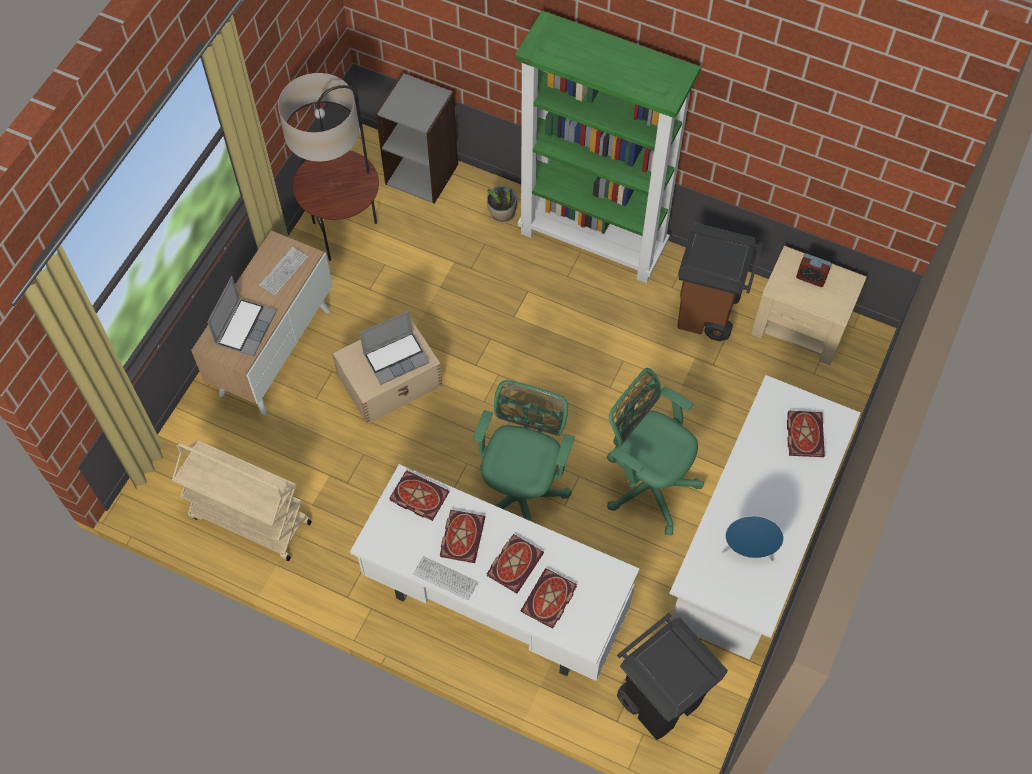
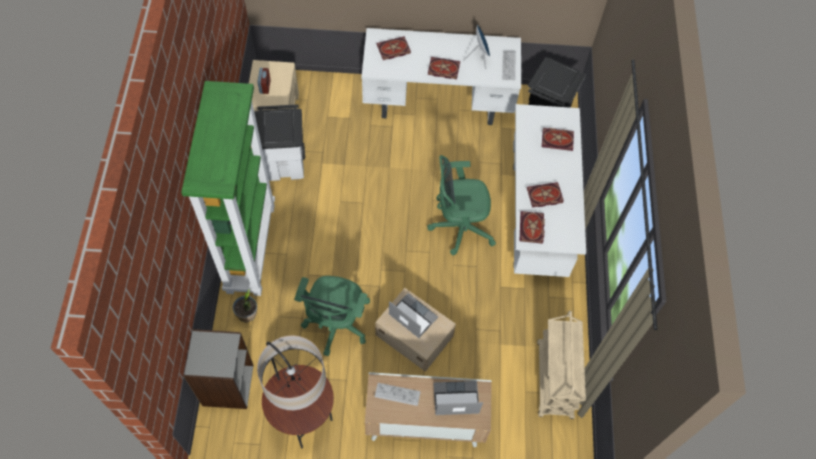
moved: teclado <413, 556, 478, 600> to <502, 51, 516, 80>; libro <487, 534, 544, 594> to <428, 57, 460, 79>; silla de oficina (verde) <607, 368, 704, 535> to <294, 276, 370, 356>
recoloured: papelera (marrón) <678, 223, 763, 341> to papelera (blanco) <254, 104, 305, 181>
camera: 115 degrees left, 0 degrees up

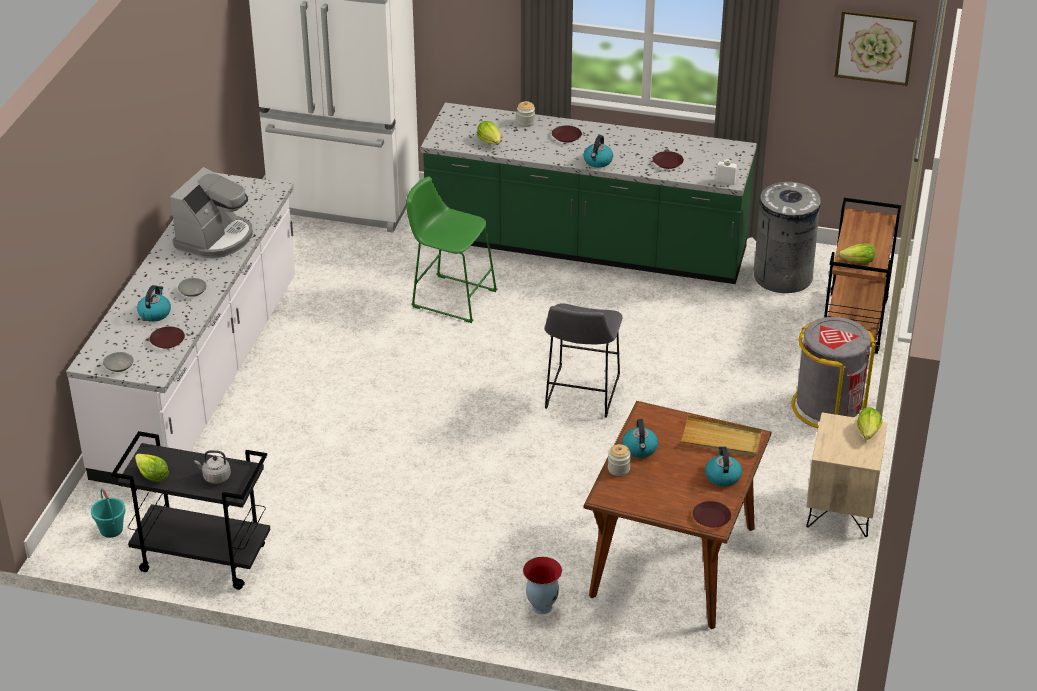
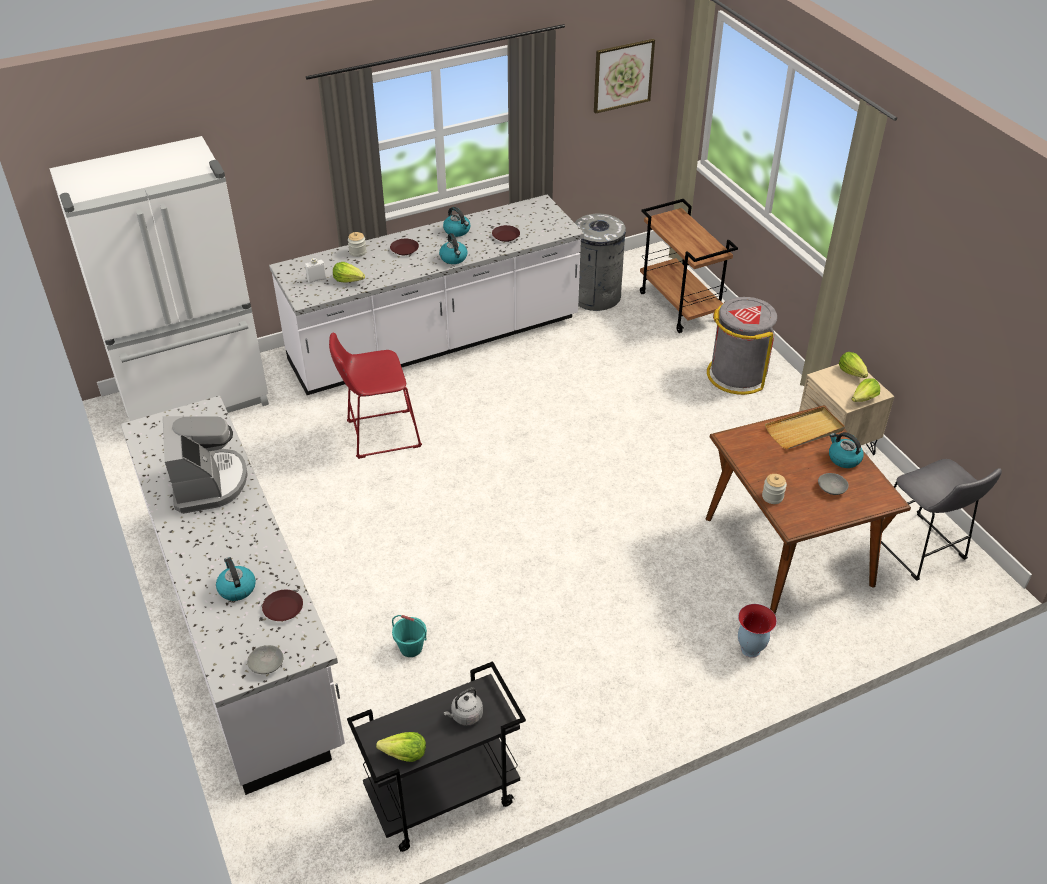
removed: plato (marrón) <693, 501, 731, 527>
moved: cubo (turquesa) <91, 489, 126, 538> to <392, 615, 427, 657>; cuenco (gris) <178, 278, 207, 297> to <818, 473, 849, 495>; taburete (gris) <545, 303, 623, 418> to <881, 459, 1002, 581>; hervidor <622, 419, 658, 458> to <443, 207, 471, 237>; botella (blanco) <716, 159, 737, 185> to <305, 258, 327, 283>; lechuga <838, 243, 875, 264> to <852, 378, 880, 402>
recoloured: taburete (verde) <406, 177, 498, 323> to taburete (rojo) <329, 332, 422, 459>; mueble bajo de cocina (verde) <421, 103, 757, 284> to mueble bajo de cocina (blanco) <269, 195, 584, 395>
camera: 40 degrees left, 5 degrees up

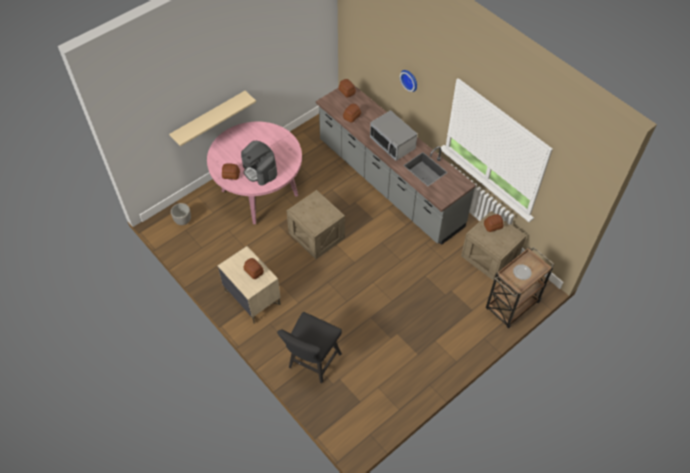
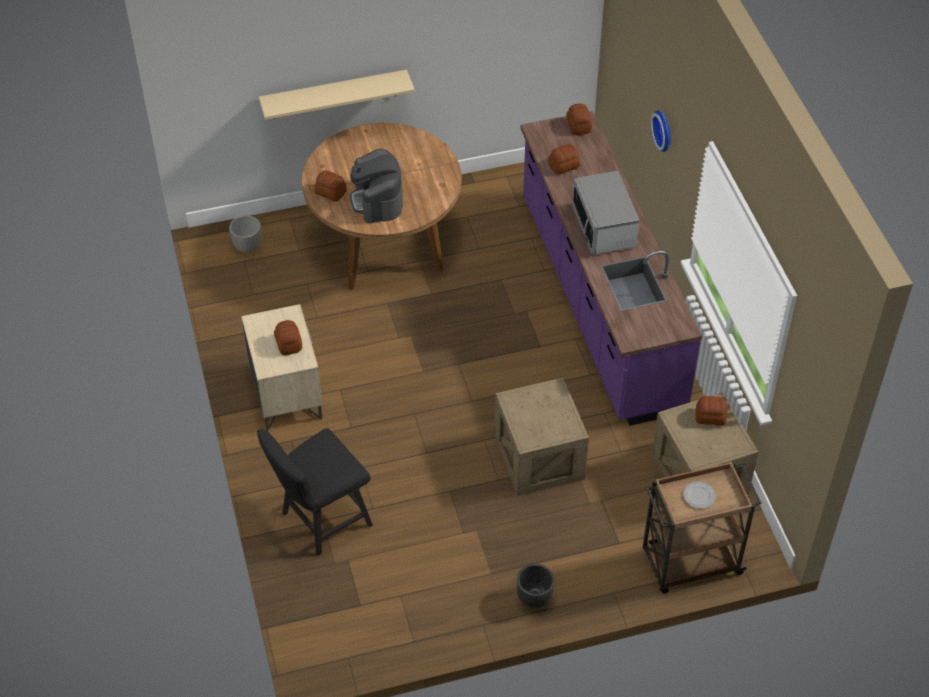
added: maceta (negro) <517, 564, 555, 608>
moved: caja de embalaje <286, 190, 345, 259> to <494, 378, 589, 496>
recoloured: mesa de comedor (rosa) <207, 121, 302, 224> to mesa de comedor (marrón) <302, 123, 462, 290>; mueble bajo de cocina (gris) <316, 85, 476, 245> to mueble bajo de cocina (morado) <521, 111, 702, 426>
camera: 25 degrees right, 5 degrees down

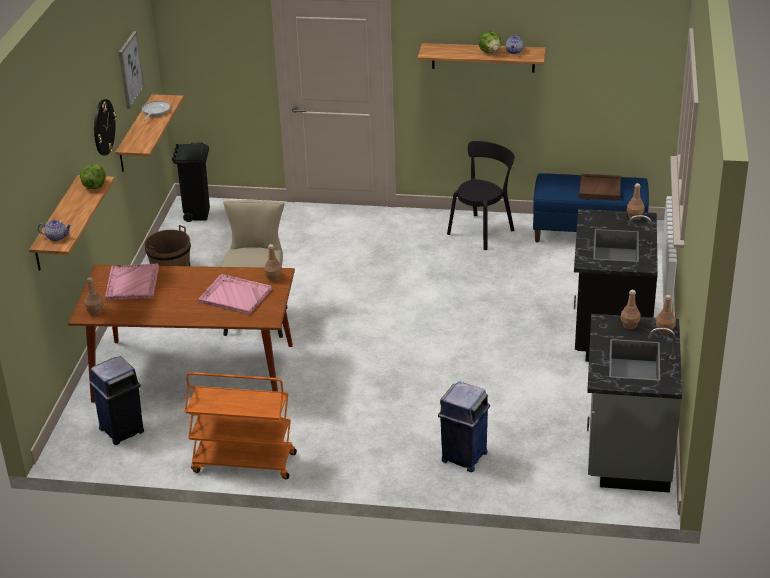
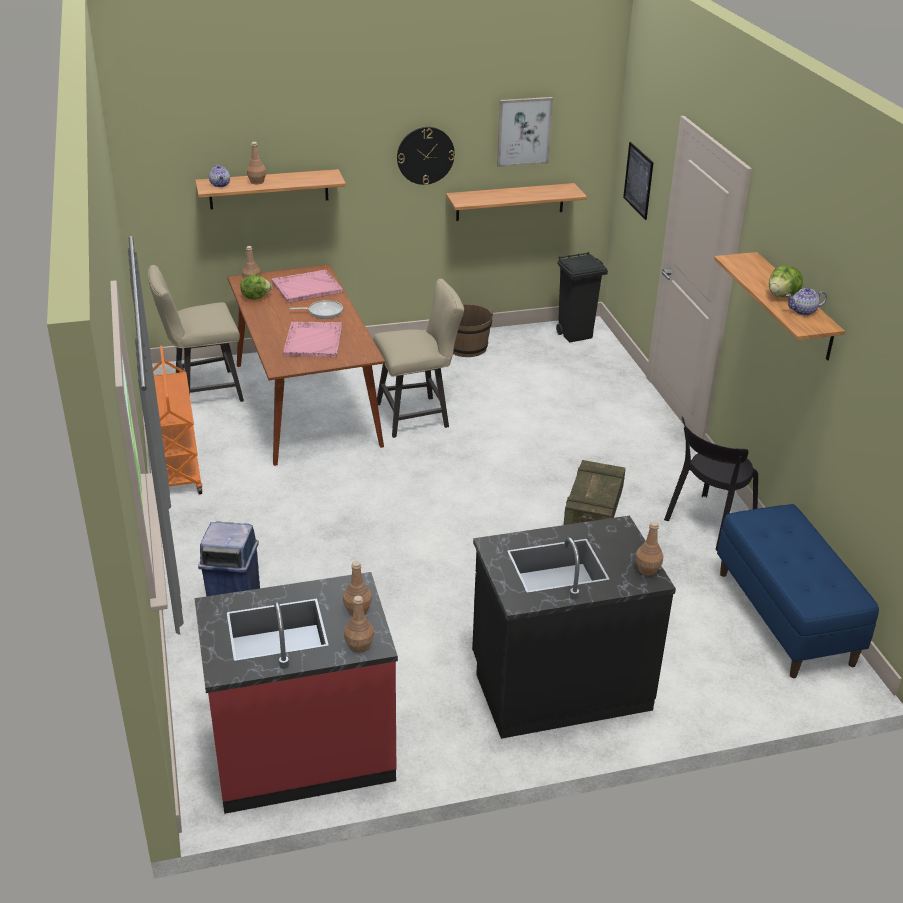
removed: bandeja (marrón) <579, 174, 621, 201>
added: caja de embalaje <564, 460, 625, 525>; cuadro <623, 142, 654, 220>
moved: lechuga <80, 164, 106, 189> to <240, 274, 272, 300>; sartén <142, 101, 171, 120> to <290, 300, 343, 319>; botella (marrón) <264, 244, 282, 281> to <247, 142, 266, 184>
replaced: papelera (azul) <89, 356, 144, 445> to silla (beis) <148, 265, 244, 402>
recoloured: mueble bajo de cocina (gris) <587, 314, 682, 493> to mueble bajo de cocina (rojo) <194, 572, 398, 814>
turned: silla (negro) <447, 141, 515, 250> = <664, 416, 758, 551> 120 degrees clockwise
camera: 65 degrees right, 0 degrees up

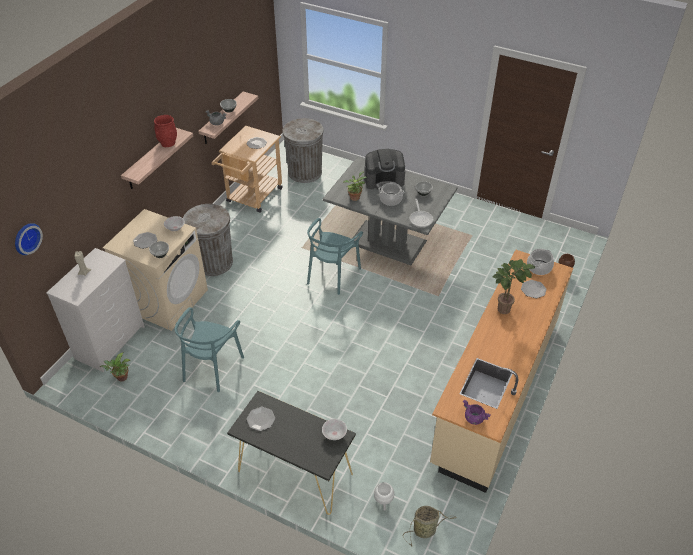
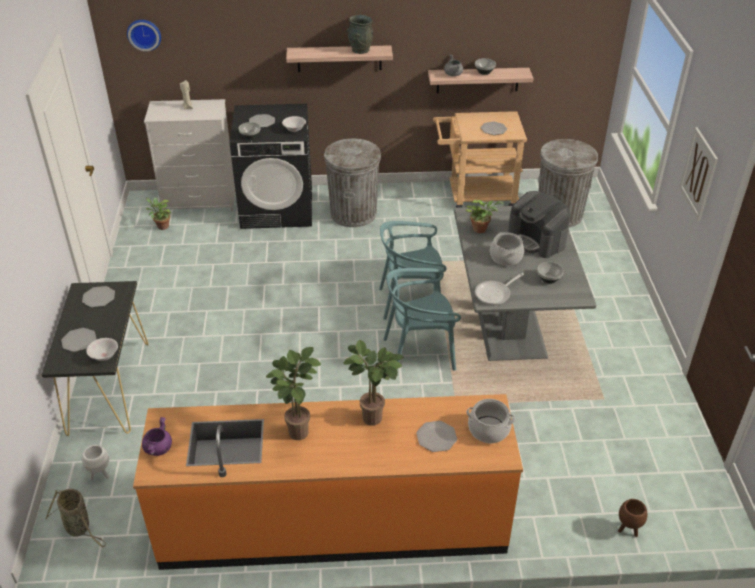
added: plato <61, 328, 97, 352>; planta en maceta <266, 347, 321, 440>; cuadro <679, 127, 718, 221>
moved: silla (turquesa) <175, 307, 244, 392> to <383, 268, 461, 370>
recoloured: lavadora (beis) <103, 209, 208, 331> to lavadora (negro) <229, 104, 312, 229>; florero (rojo) <154, 115, 177, 147> to florero (gris) <347, 15, 373, 54>; mueble bajo de cocina (beis) <430, 250, 573, 493> to mueble bajo de cocina (naranja) <133, 394, 523, 570>
camera: 60 degrees right, 5 degrees down

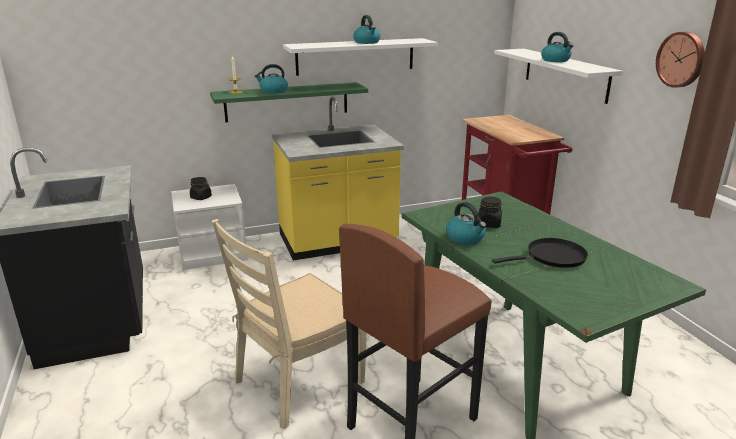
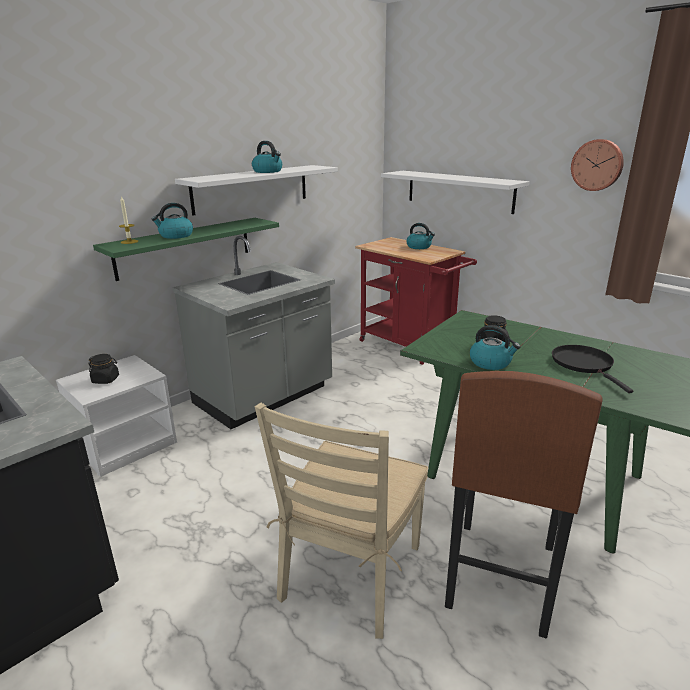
moved: hervidor <541, 32, 574, 62> to <407, 223, 435, 249>
recoloured: mueble bajo de cocina (amarillo) <272, 97, 404, 260> to mueble bajo de cocina (gris) <173, 236, 335, 429>
turned: sartén (negro) <492, 238, 588, 268> = <552, 345, 633, 393> 60 degrees counterclockwise
camera: 25 degrees left, 0 degrees up

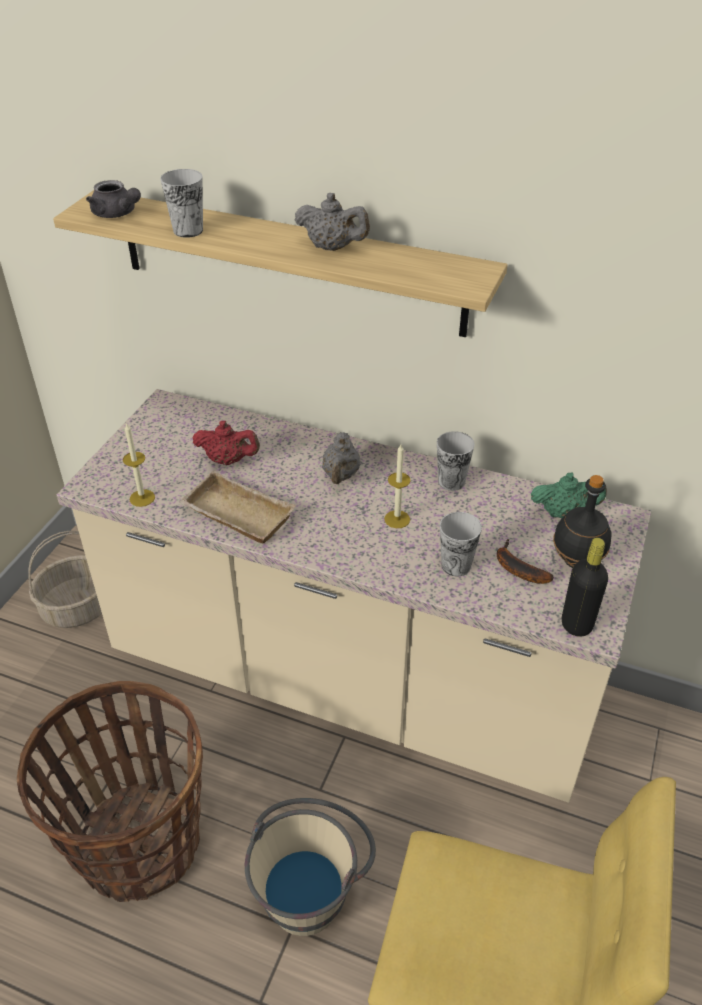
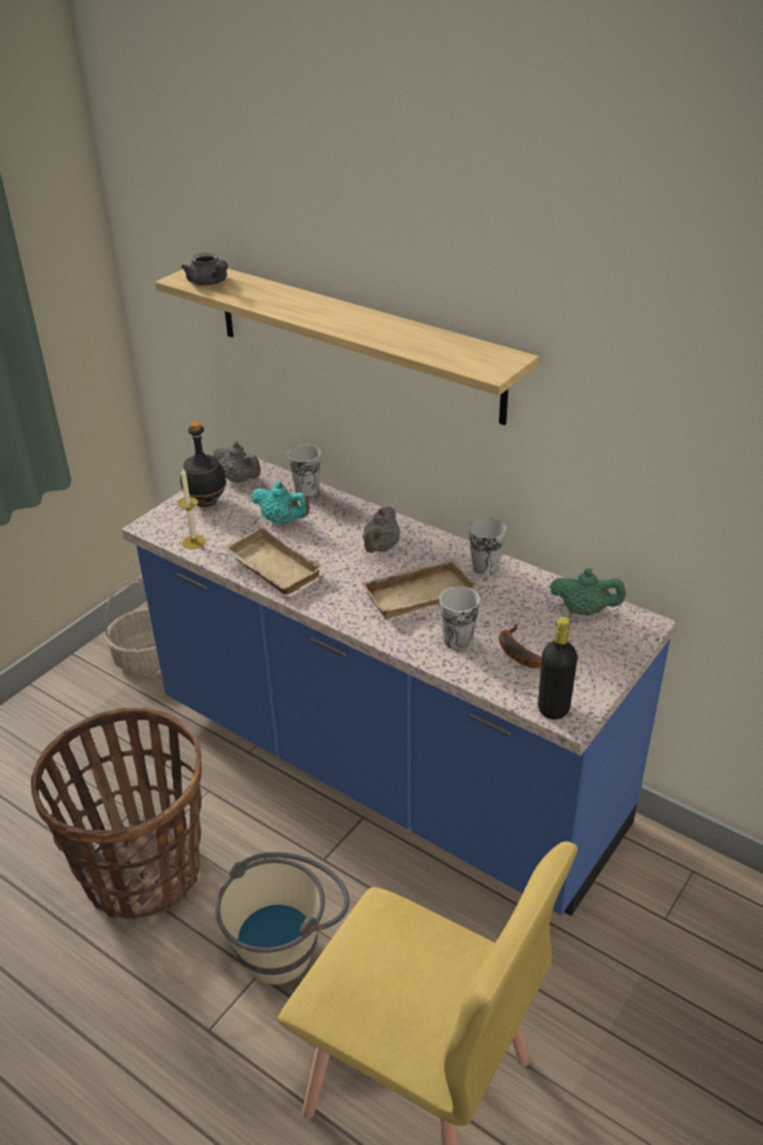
moved: taza <160, 169, 203, 238> to <288, 445, 321, 498>; tetera (gris) <294, 193, 370, 251> to <213, 441, 261, 483>; botella (negro) <553, 475, 612, 568> to <180, 421, 226, 507>
replaced: vela <384, 445, 411, 528> to bandeja (beis) <360, 558, 477, 619>
recoloured: mueble bajo de cocina (beis) <57, 389, 651, 803> to mueble bajo de cocina (azul) <122, 458, 677, 916>; tetera (rojo) <193, 421, 260, 465> to tetera (turquesa) <251, 481, 310, 524>
camera: 15 degrees right, 5 degrees down

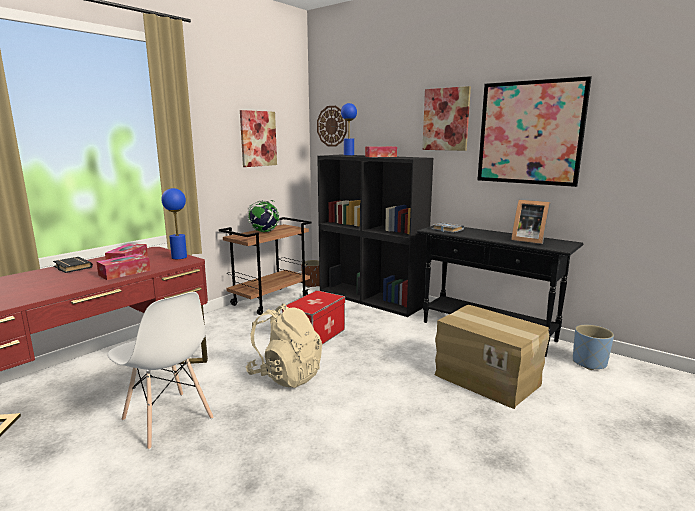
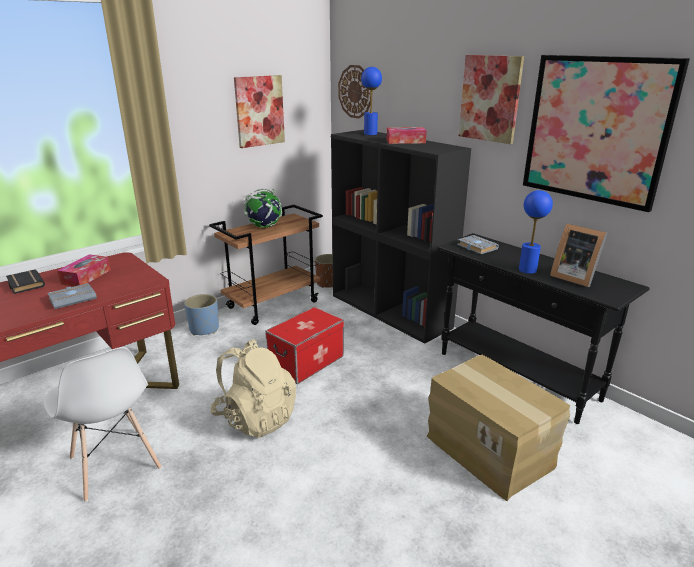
moved: lámpara de mesa (azul) <161, 188, 187, 259> to <519, 190, 553, 274>; maceta (azul) <573, 325, 614, 370> to <184, 294, 219, 336>
replaced: caja de pañuelos <96, 253, 151, 280> to libro (gris) <47, 283, 97, 309>
camera: 10 degrees right, 10 degrees up

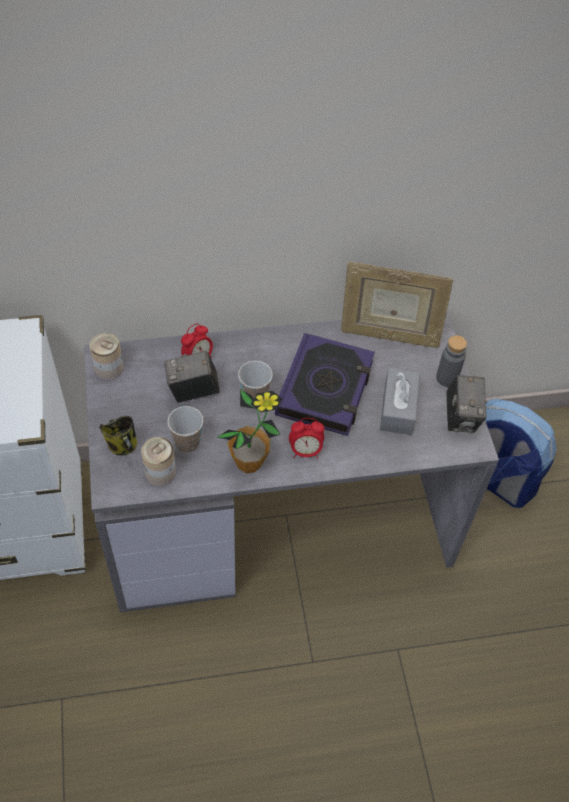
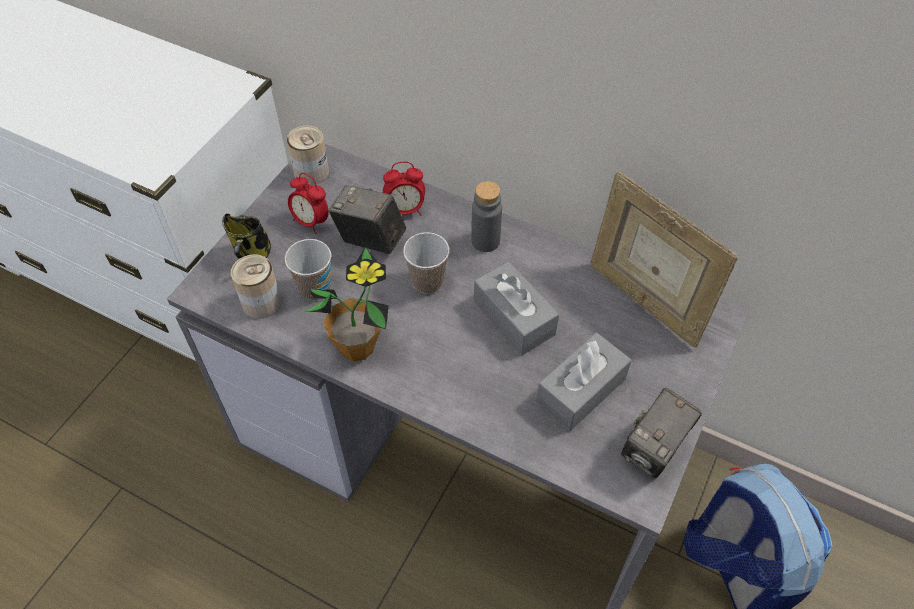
moved: despertador <289, 418, 324, 458> to <288, 173, 329, 234>; botella (gris) <436, 335, 467, 387> to <471, 181, 502, 252>
replaced: libro <275, 333, 375, 436> to caja de pañuelos (gris) <474, 261, 559, 355>
camera: 40 degrees right, 0 degrees up

